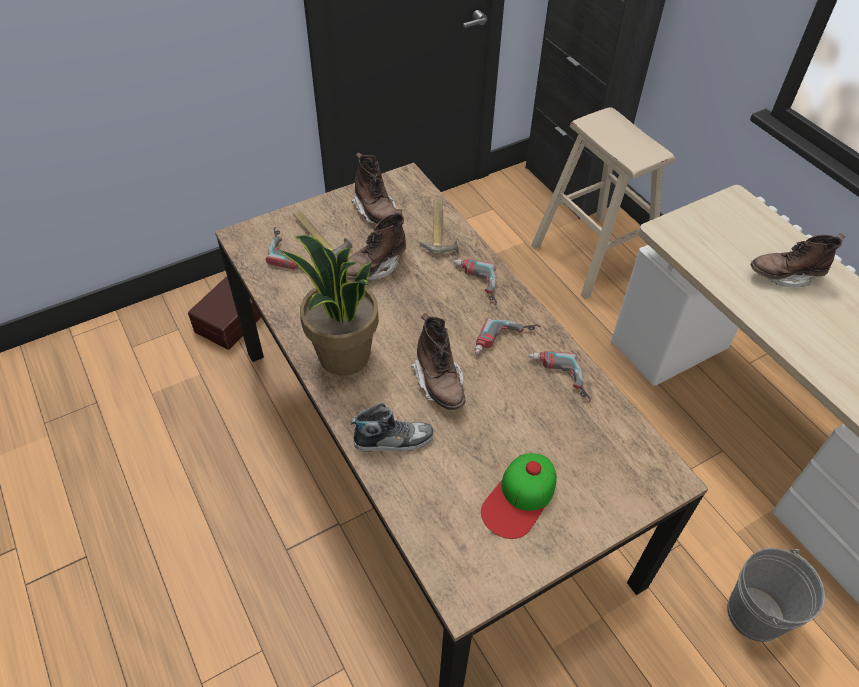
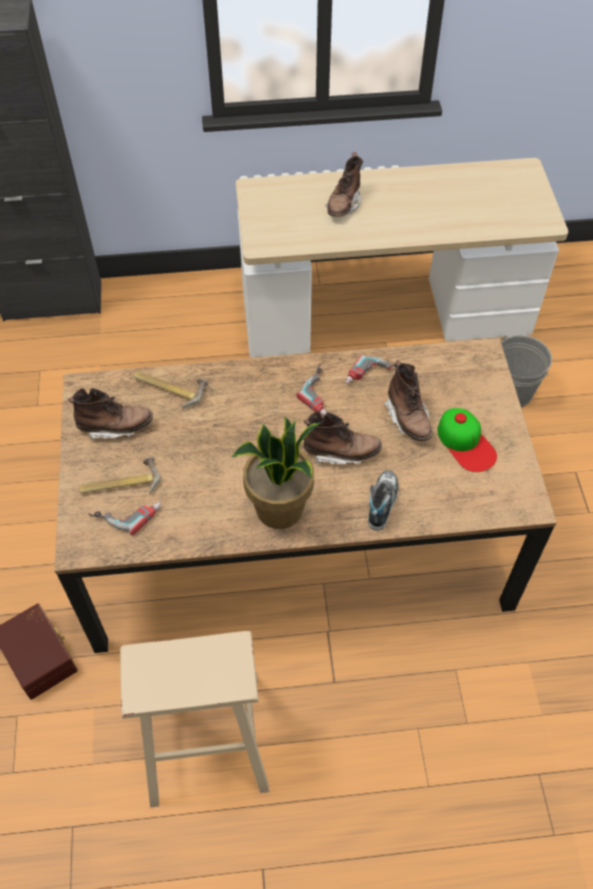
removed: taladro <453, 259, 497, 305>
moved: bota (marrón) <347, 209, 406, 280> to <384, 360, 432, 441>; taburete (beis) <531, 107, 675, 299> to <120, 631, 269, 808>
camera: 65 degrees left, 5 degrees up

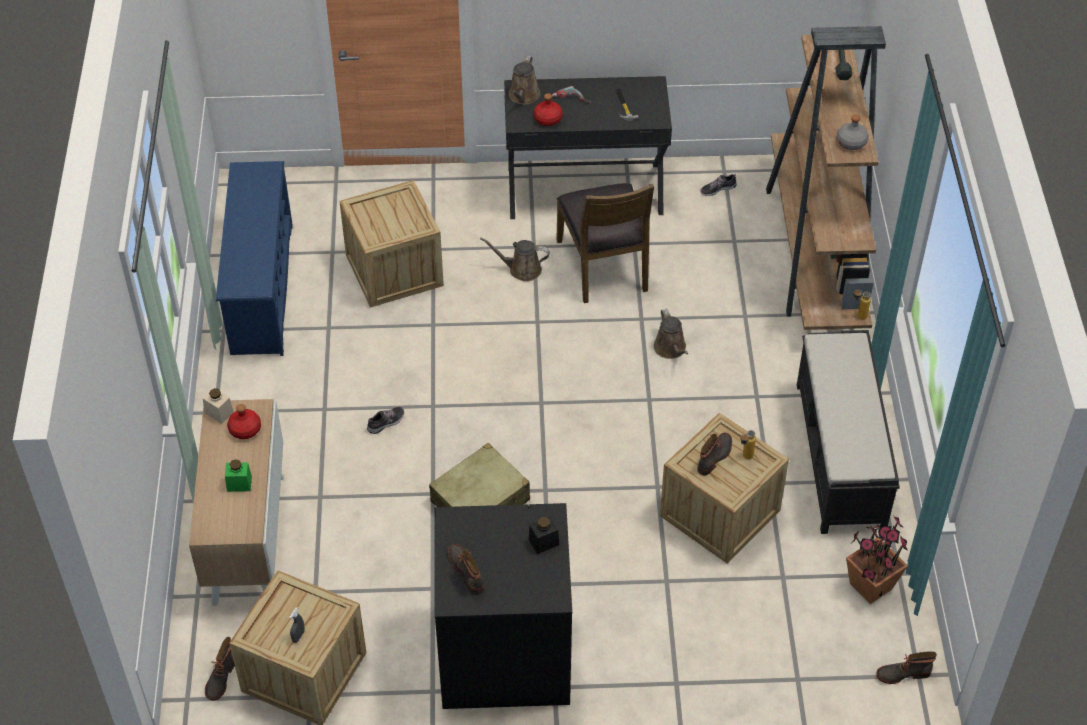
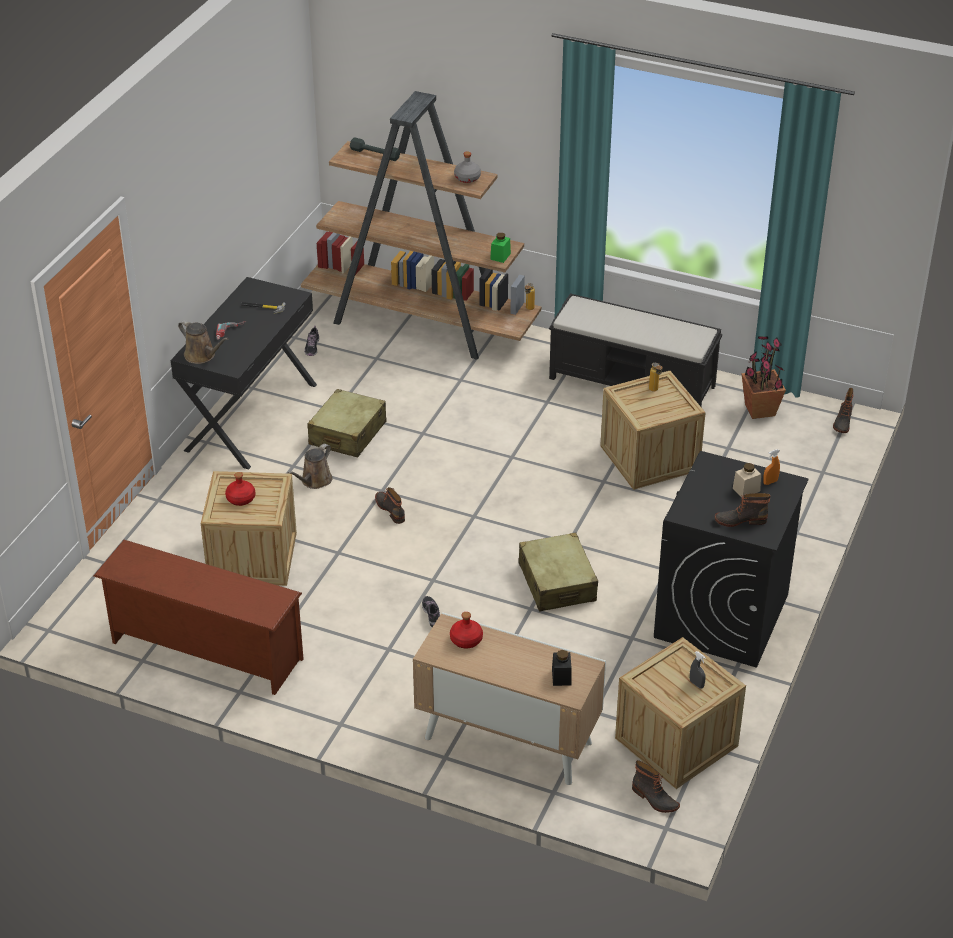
removed: regadera (marrón) <654, 309, 688, 359>
added: pulverizador (naranja) <763, 449, 780, 485>
moved: tarro (beis) <203, 388, 234, 424> to <733, 463, 761, 497>; tarro (verde) <225, 459, 252, 492> to <490, 233, 511, 263>; tarro (negro) <528, 517, 559, 554> to <552, 650, 572, 686>; botella (rojo) <534, 93, 563, 126> to <225, 472, 255, 506>; bota <697, 432, 732, 476> to <375, 487, 405, 524>
replaced: silla (marrón) <556, 183, 654, 303> to maleta (beis) <307, 389, 386, 457>
recoloured: zapatero (azul) <216, 161, 293, 356> to zapatero (marrón) <93, 540, 304, 695>
camera: 65 degrees left, 10 degrees down

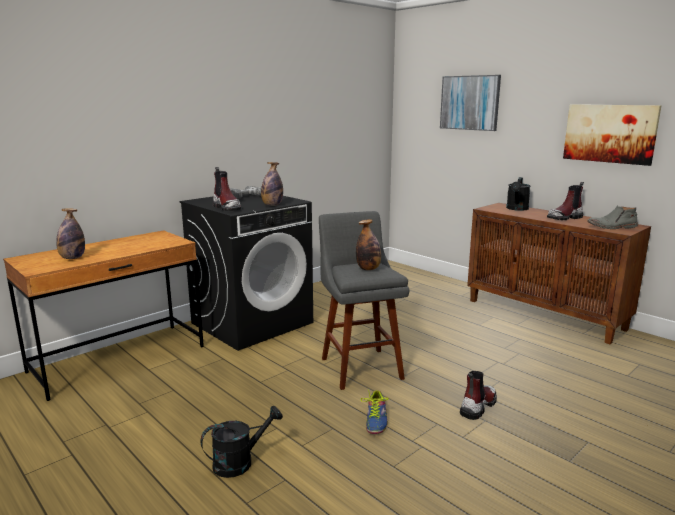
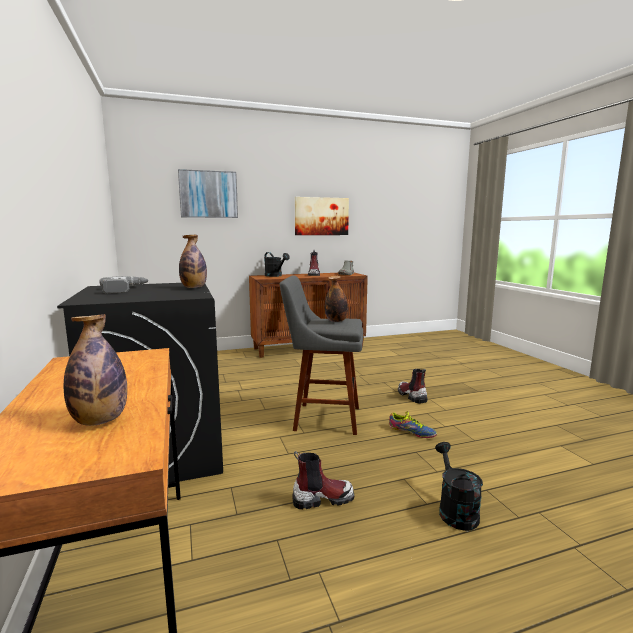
moved: bota <213, 167, 241, 211> to <292, 451, 355, 509>
camera: 65 degrees left, 5 degrees down

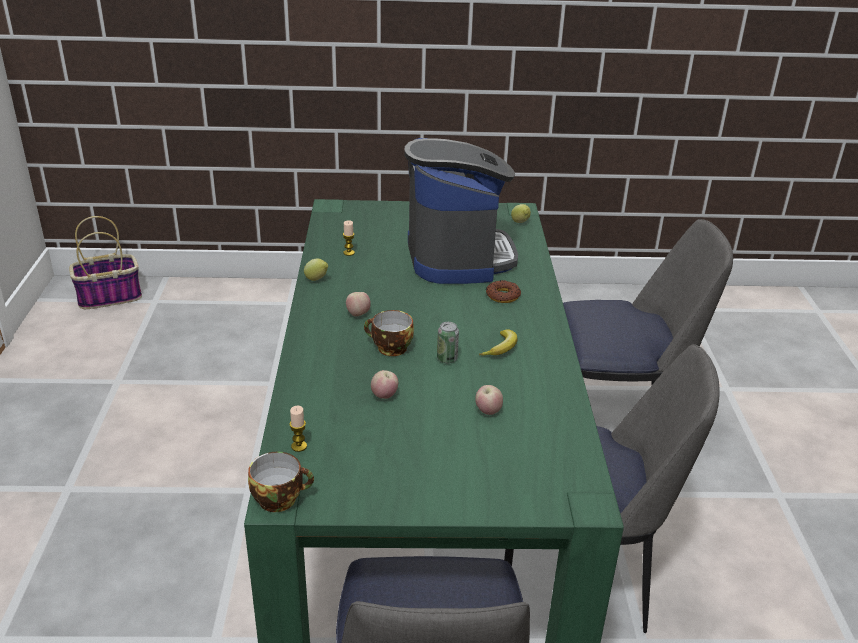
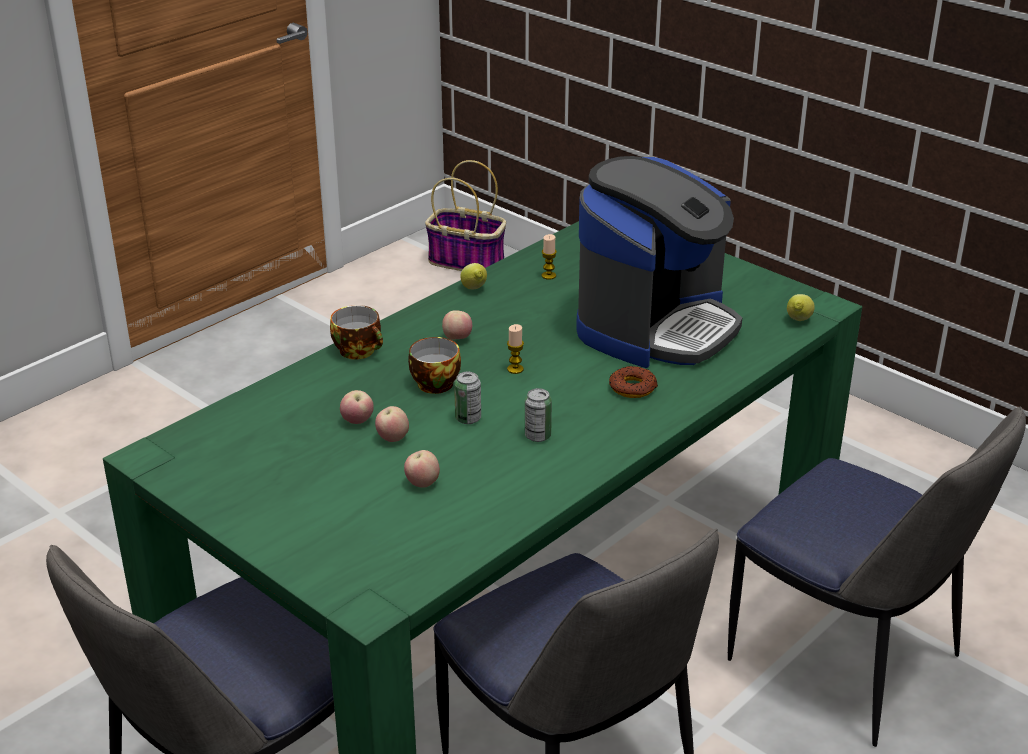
added: manzana <375, 406, 409, 442>
moved: taza <248, 452, 314, 512> to <330, 305, 383, 360>; vela <289, 405, 307, 452> to <507, 324, 524, 374>
replaced: plátano <479, 329, 517, 356> to lata <525, 388, 552, 442>
camera: 45 degrees right, 0 degrees up

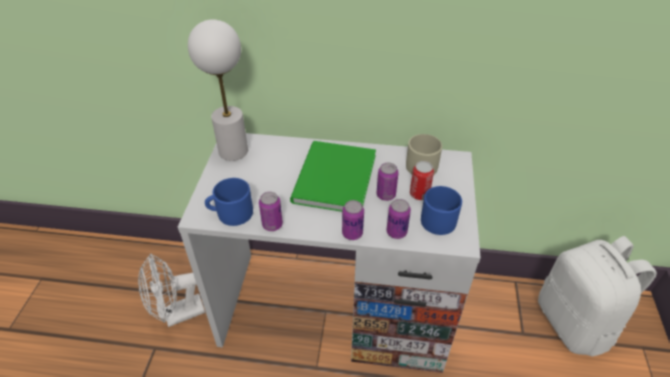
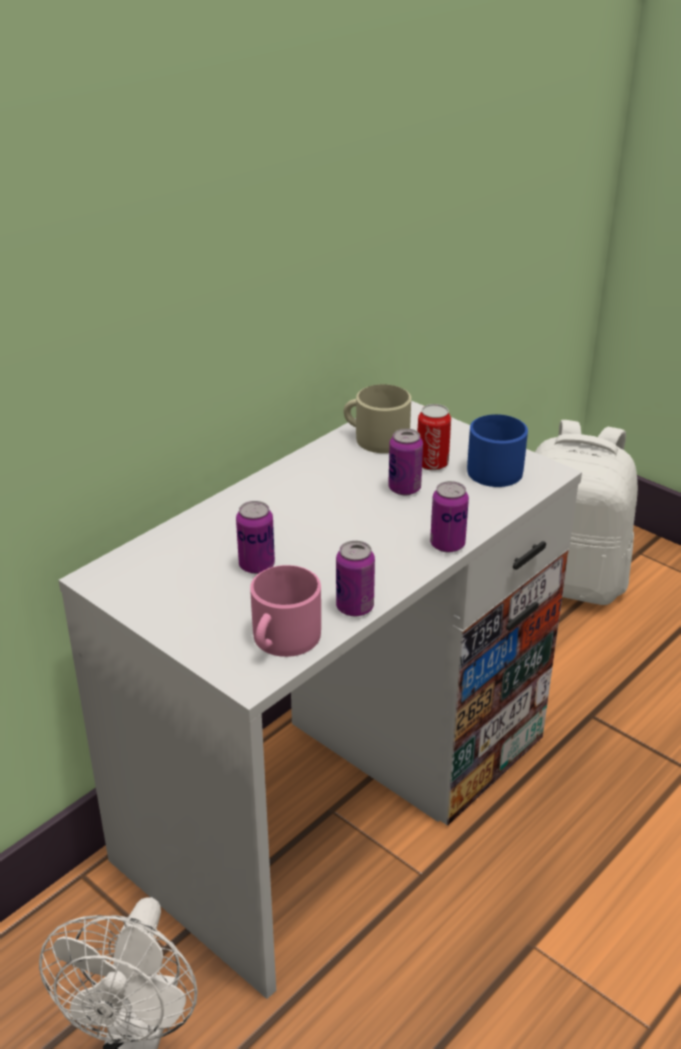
removed: lámpara de mesa (blanco) <188, 19, 248, 161>; libro (verde) <290, 141, 376, 212>
moved: lata <387, 199, 411, 239> to <236, 501, 275, 574>
recoloured: taza grande (azul) <205, 178, 253, 226> to taza grande (rosa) <250, 565, 321, 657>
camera: 55 degrees left, 10 degrees down

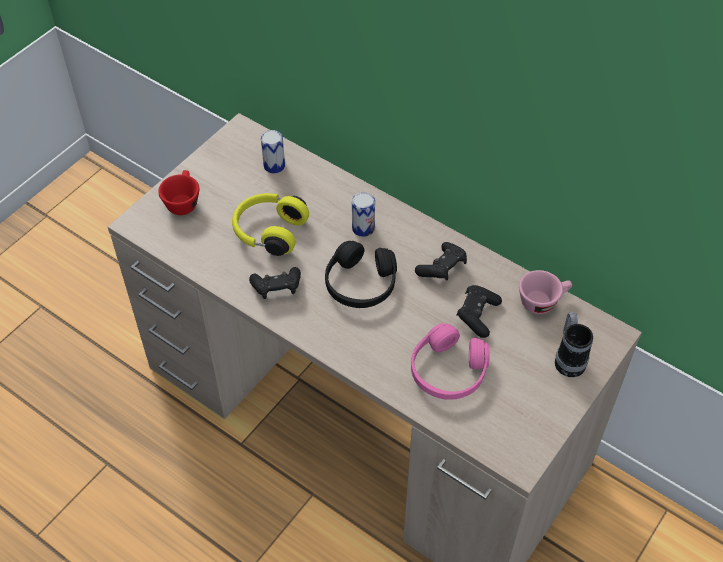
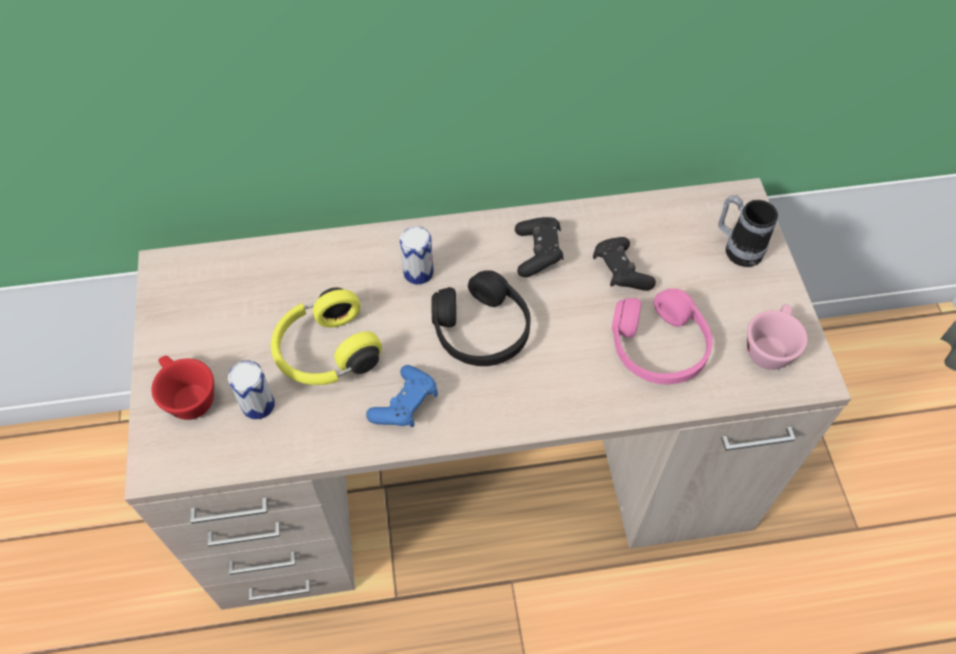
moved: lata <261, 130, 285, 173> to <228, 360, 275, 419>; taza (rosa) <519, 270, 572, 314> to <747, 304, 808, 370>
recoloured: mando de consola (negro) <249, 267, 301, 299> to mando de consola (azul) <366, 365, 438, 427>
camera: 45 degrees left, 5 degrees up

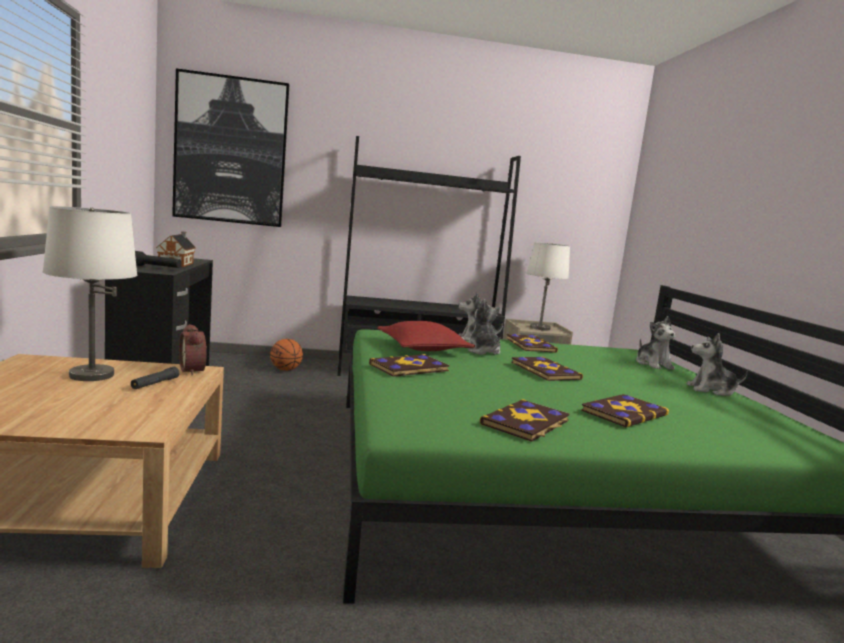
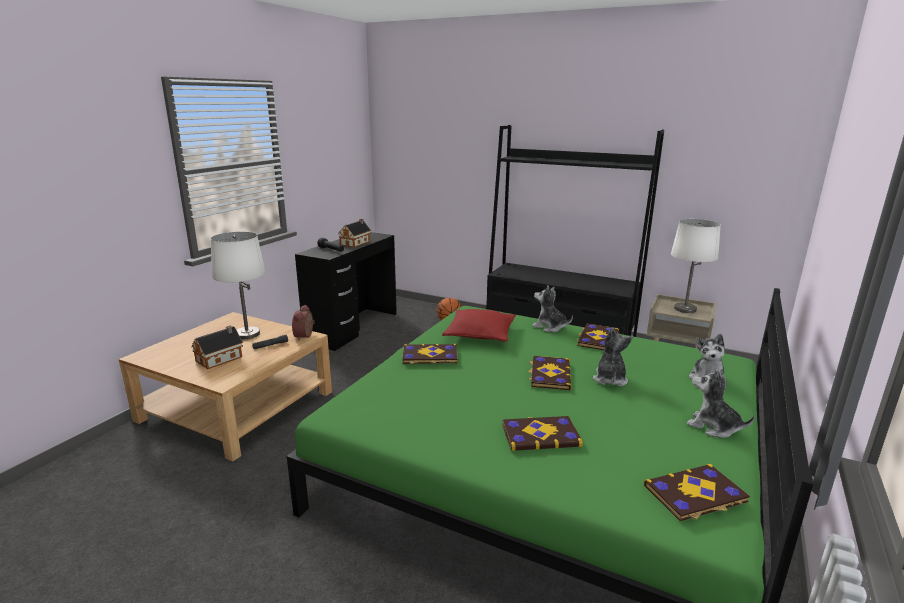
removed: cuadro <172, 68, 289, 227>
added: casita <191, 326, 243, 370>
moved: peluche <468, 299, 500, 355> to <593, 327, 633, 386>; libro <480, 399, 570, 442> to <644, 464, 750, 521>
camera: 35 degrees right, 10 degrees up

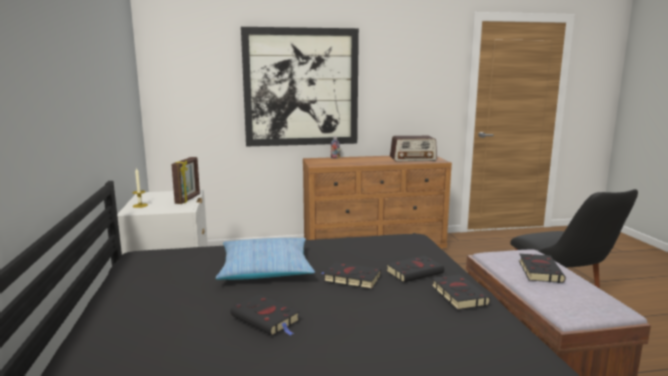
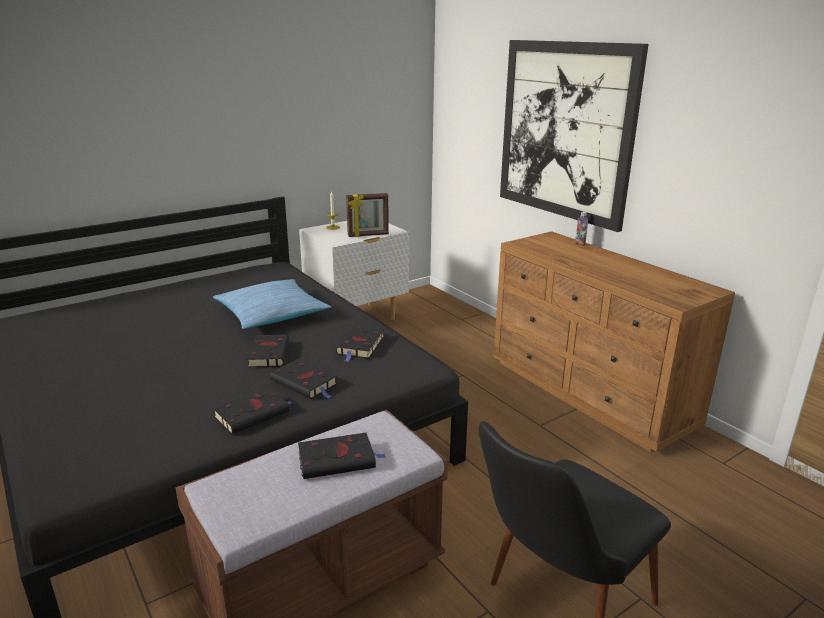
removed: radio <390, 136, 437, 161>
moved: libro (negro) <230, 294, 300, 336> to <336, 325, 384, 362>
camera: 65 degrees right, 10 degrees up

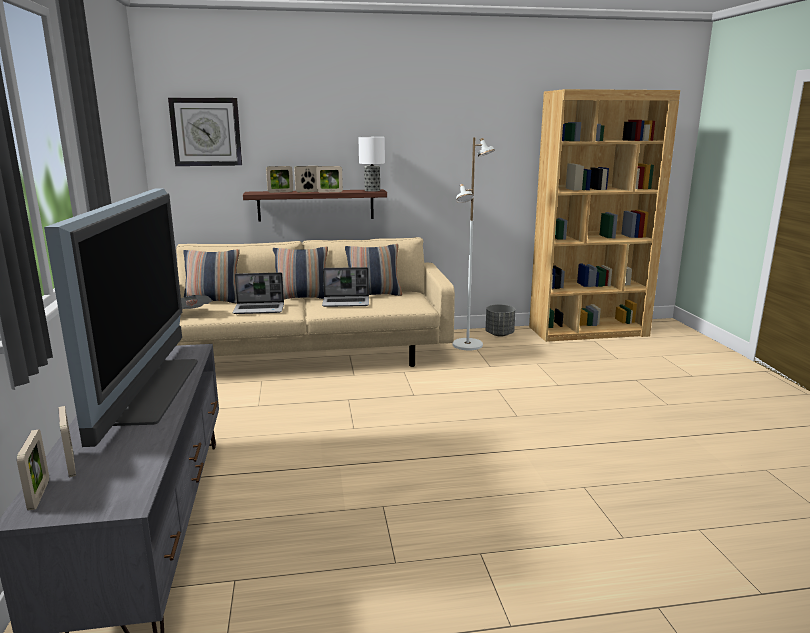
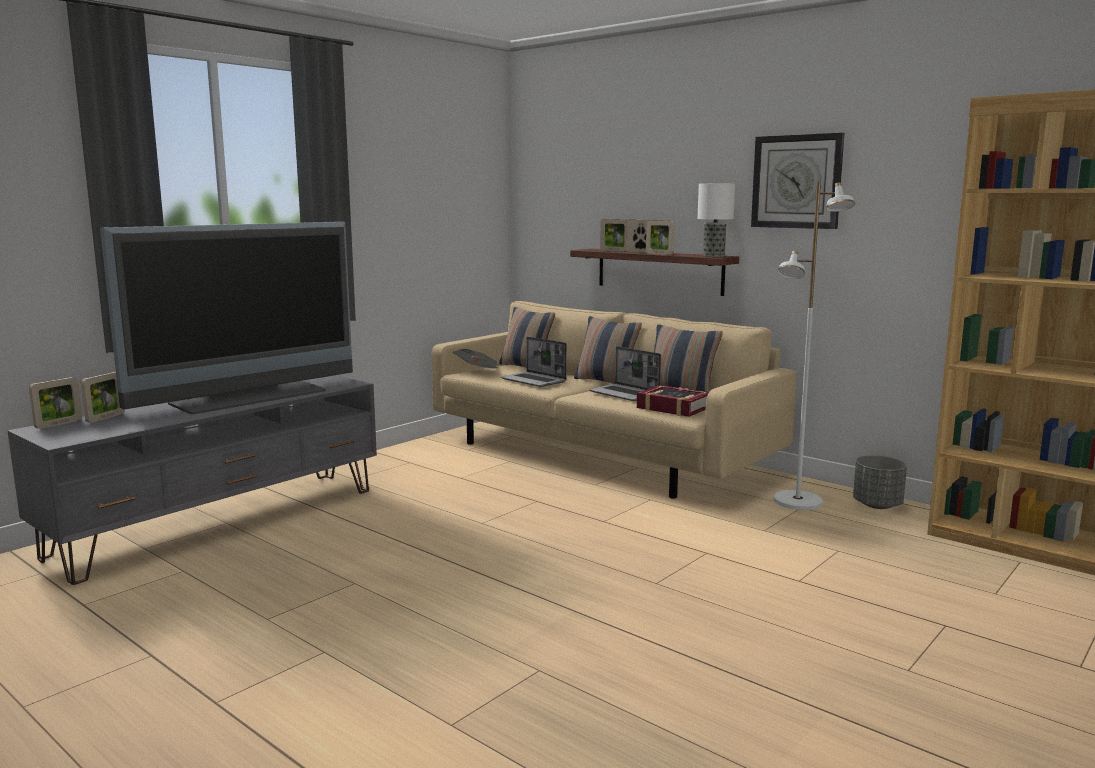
added: libro <637, 385, 709, 417>
moved: reloj de pared <168, 98, 242, 166> to <751, 133, 844, 229>
camera: 50 degrees right, 5 degrees down

